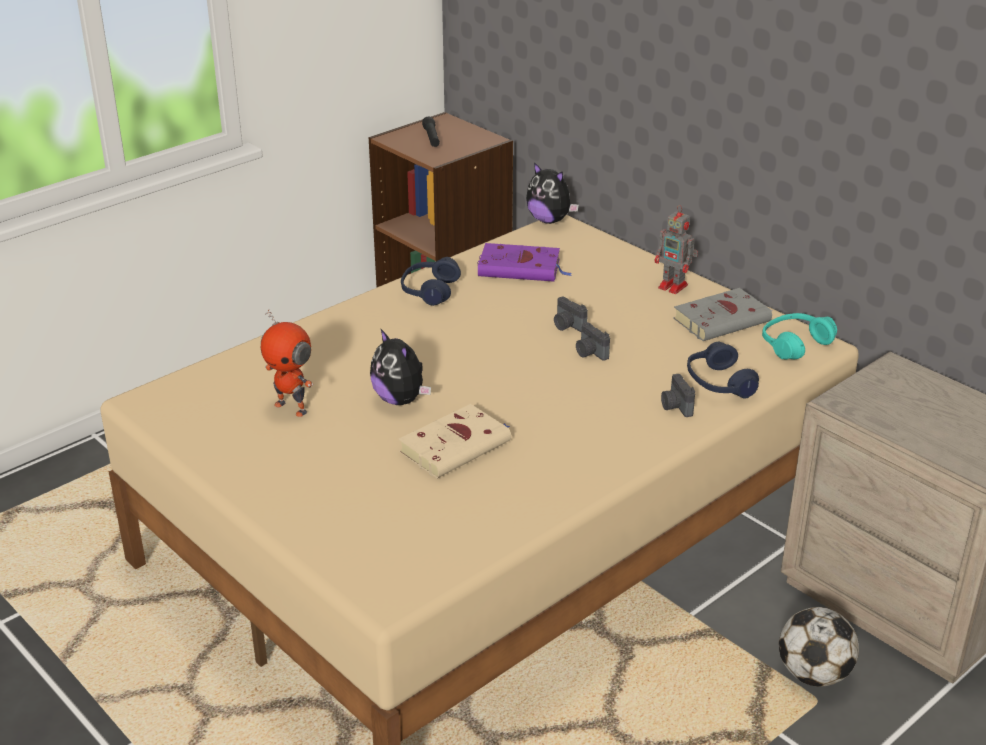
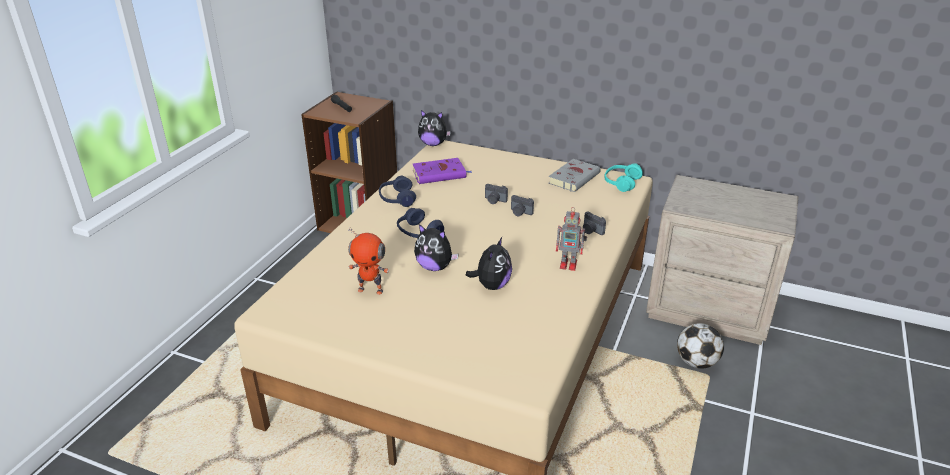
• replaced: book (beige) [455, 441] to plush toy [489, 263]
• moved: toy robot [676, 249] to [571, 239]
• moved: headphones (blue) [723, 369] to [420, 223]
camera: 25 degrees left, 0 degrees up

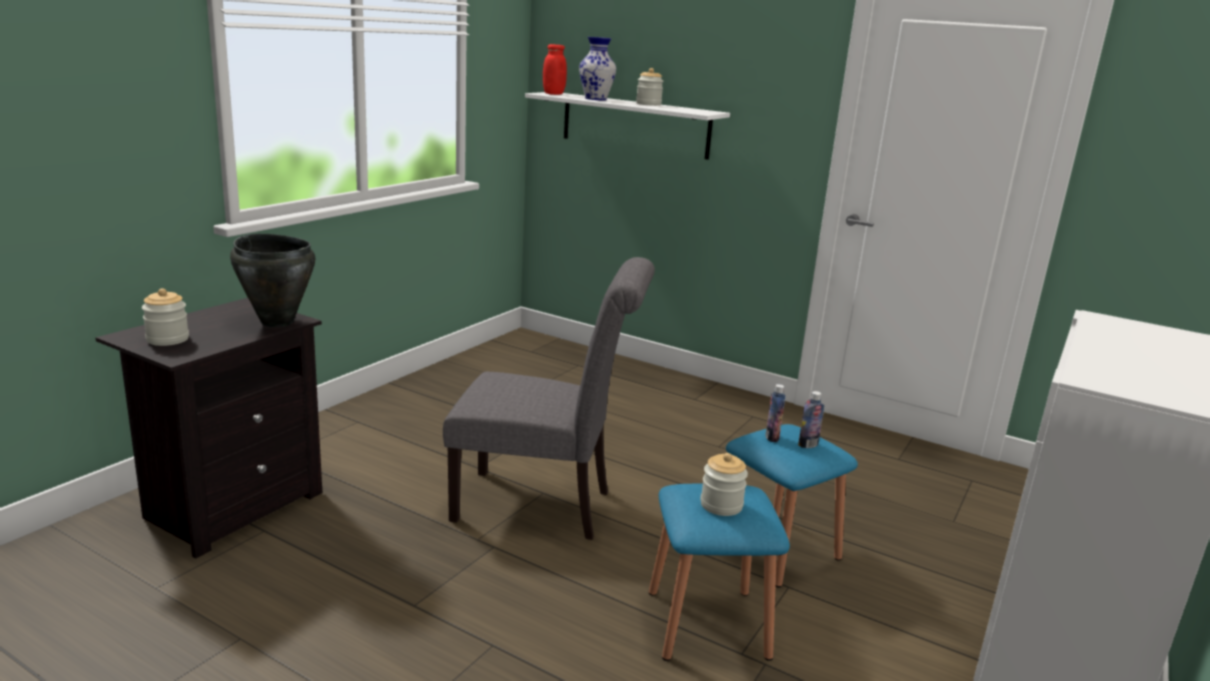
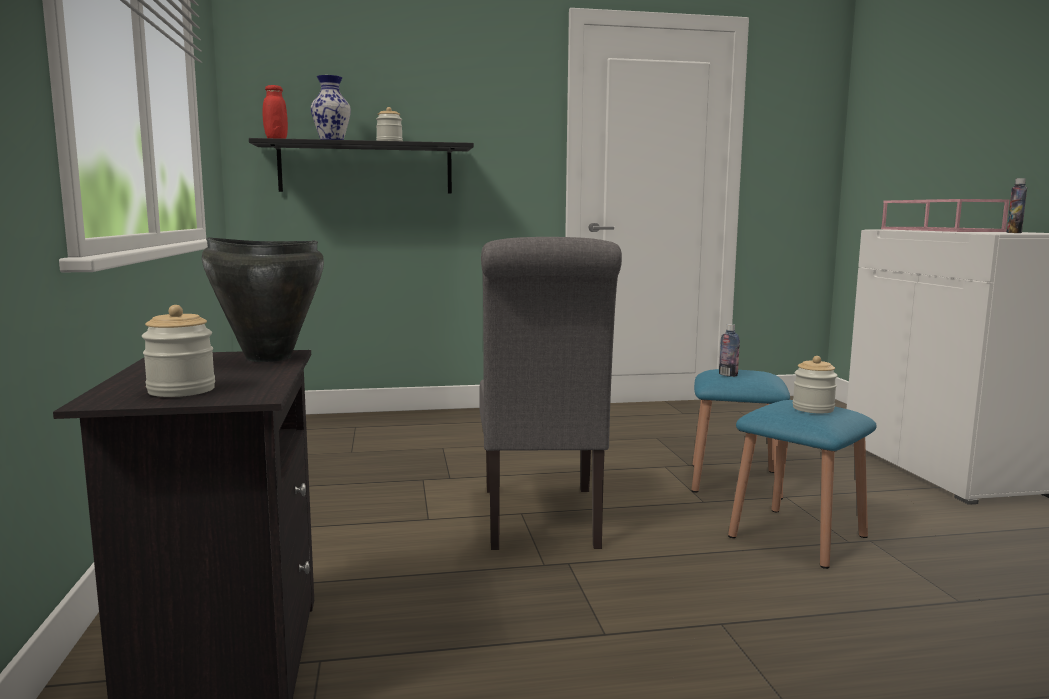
• turned: chair (grey) [549, 398] = [551, 393] 120 degrees clockwise
• recoloured: shelf (white) [627, 126] to shelf (black) [361, 166]
• moved: bottle [811, 419] to [1017, 205]
• added: tray (pink) [945, 215]
camera: 40 degrees left, 10 degrees down

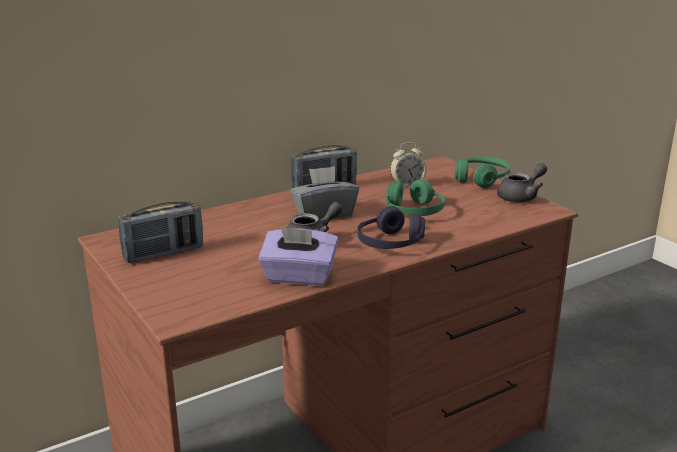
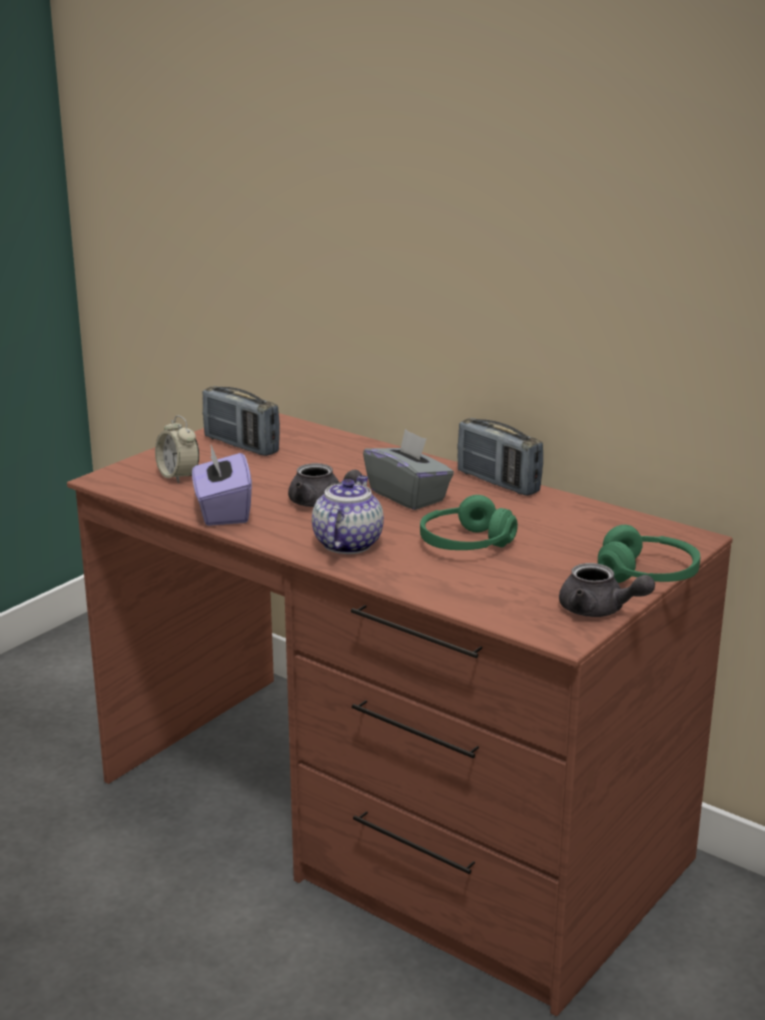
• replaced: headphones (purple) [391, 227] to teapot [348, 514]
• moved: alarm clock [408, 164] to [177, 449]
camera: 70 degrees right, 0 degrees up

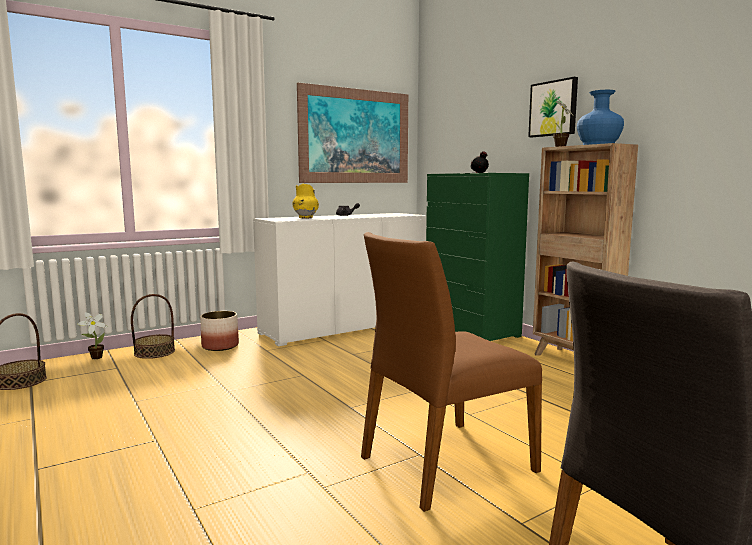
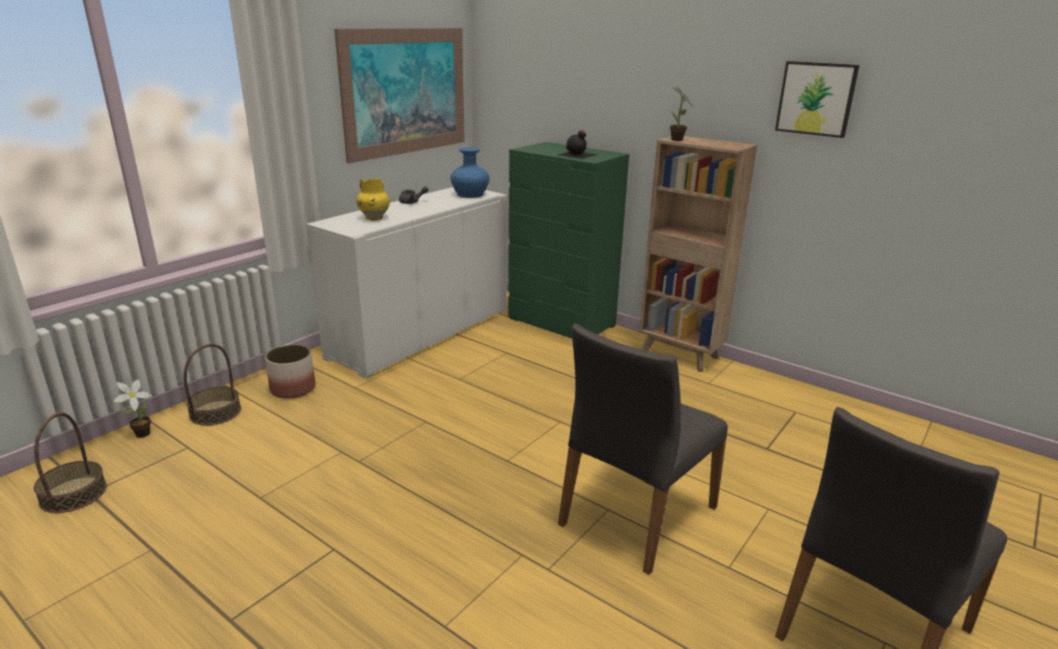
• recoloured: chair (brown) [451, 372] to chair (grey) [643, 449]
• moved: picture [553, 107] to [817, 99]
• moved: vase (blue) [600, 117] to [469, 172]
camera: 20 degrees left, 15 degrees up

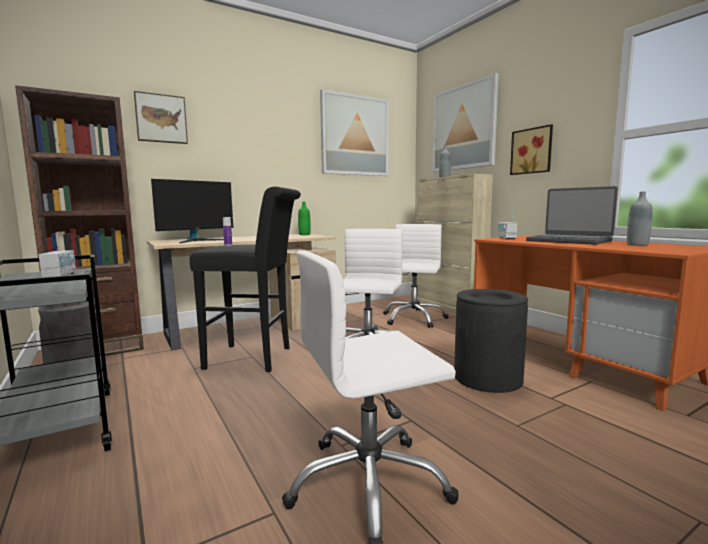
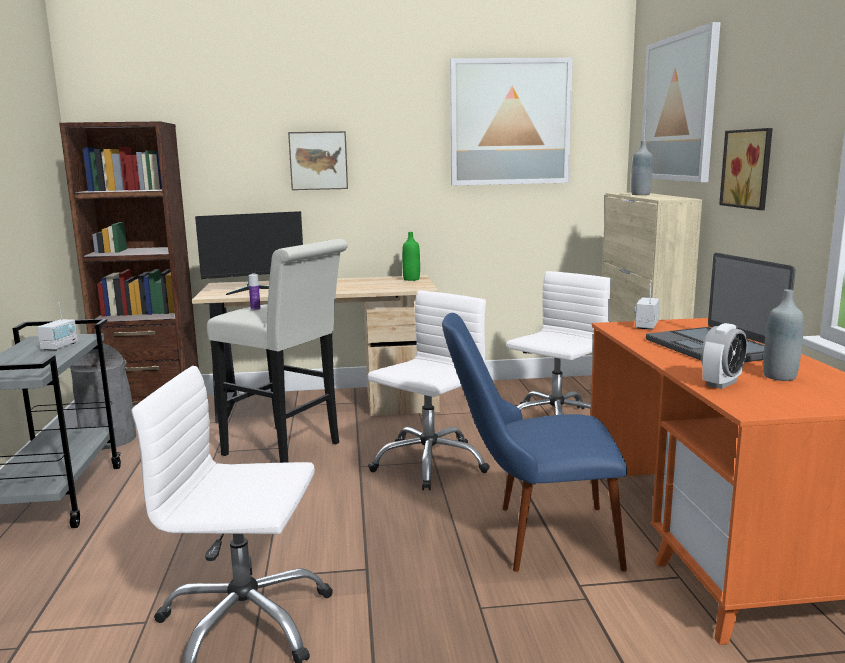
• moved: picture [161, 117] to [318, 160]
• recoloured: stool (black) [245, 279] to stool (white) [277, 351]
• replaced: trash can (black) [491, 341] to chair (blue) [534, 442]
• added: alarm clock [724, 356]
camera: 25 degrees right, 5 degrees up

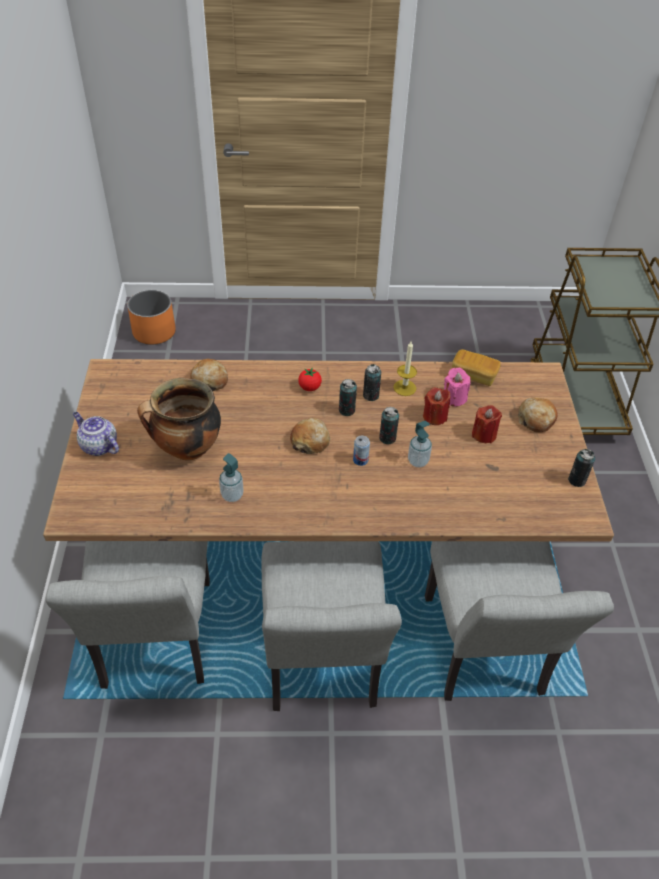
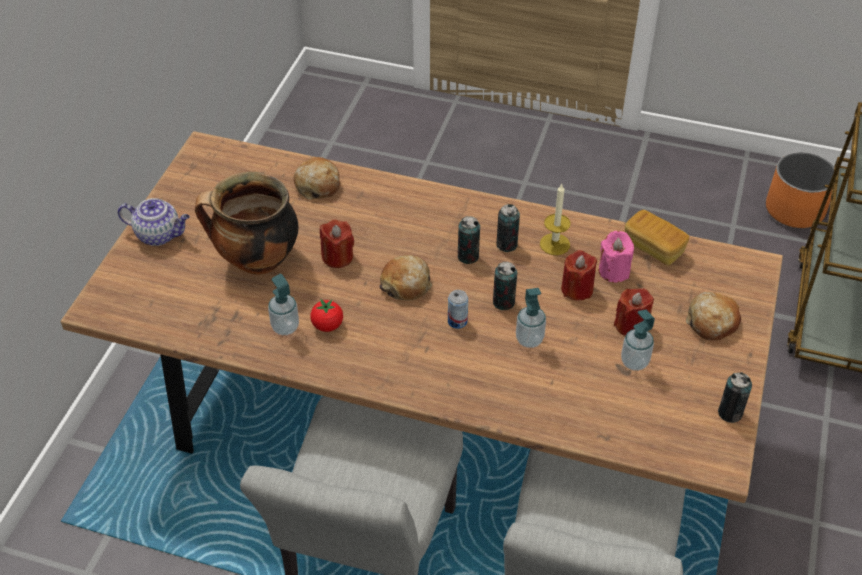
• removed: chair (grey) [128, 615]
• turned: teapot [96, 434] = [154, 222] 135 degrees clockwise
• moved: planter (orange) [151, 317] to [800, 190]
• moved: tomato [310, 379] to [327, 315]
• added: candle (red) [337, 243]
• added: soap dispenser [638, 340]
camera: 20 degrees right, 0 degrees up

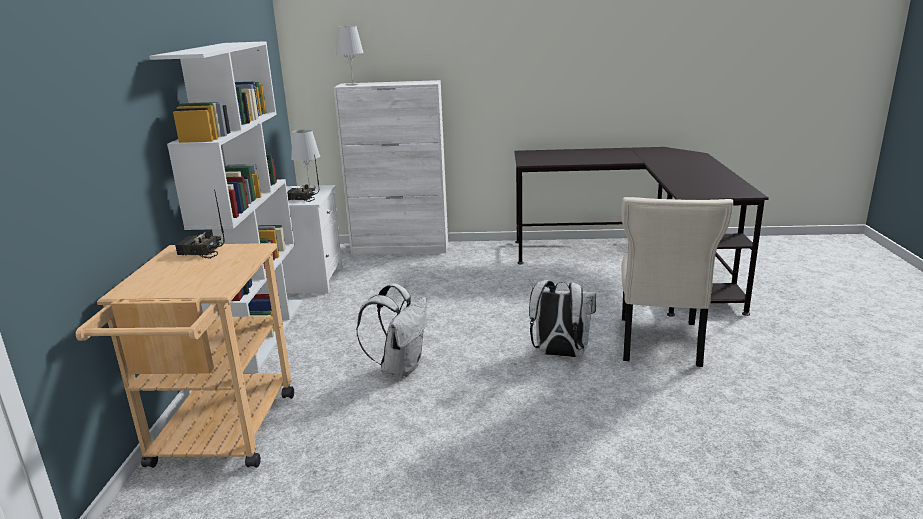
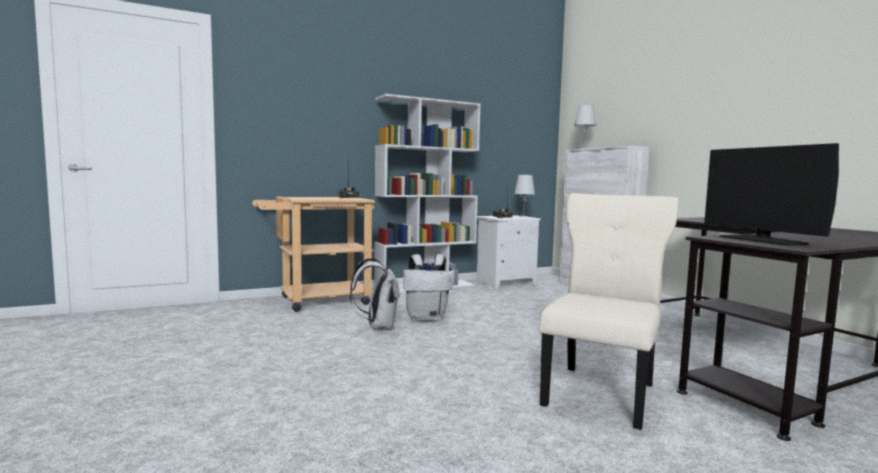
• moved: backpack (white) [562, 318] to [375, 294]
• turned: chair (beige) [677, 282] = [608, 311] 135 degrees clockwise
• added: monitor [771, 194]
camera: 60 degrees right, 15 degrees down

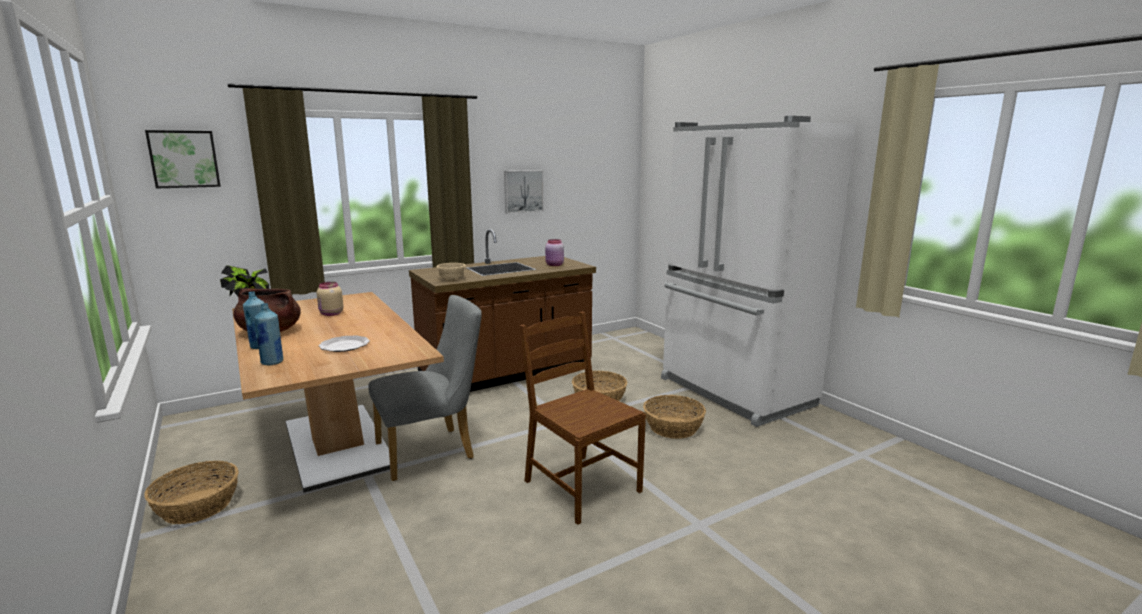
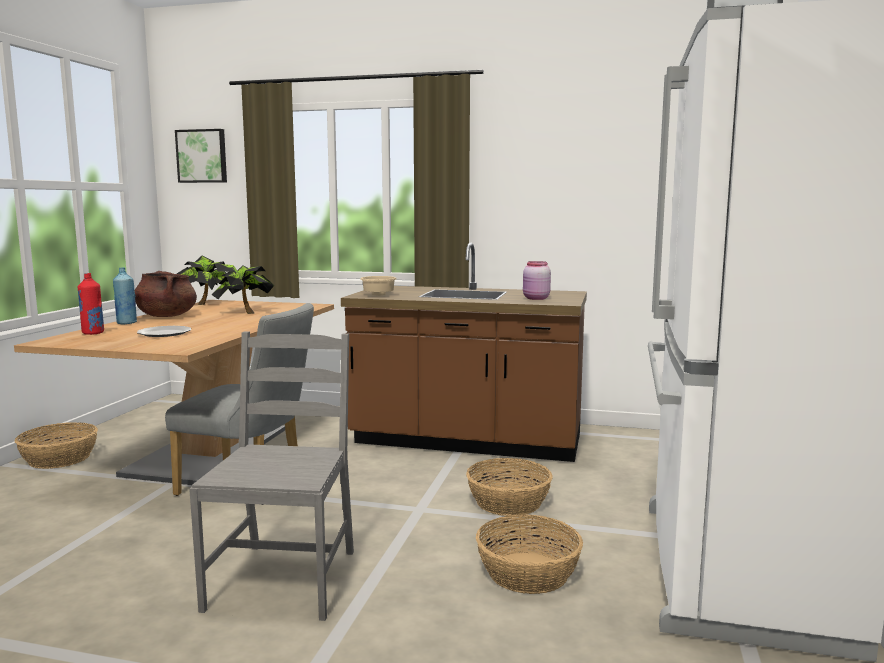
• recoloured: bottle (blue) [268, 334] to bottle (red) [90, 304]
• replaced: jar (beige) [330, 299] to potted plant [242, 288]
• removed: picture [524, 192]
• recoloured: chair (brown) [583, 418] to chair (grey) [271, 476]
camera: 45 degrees right, 5 degrees down

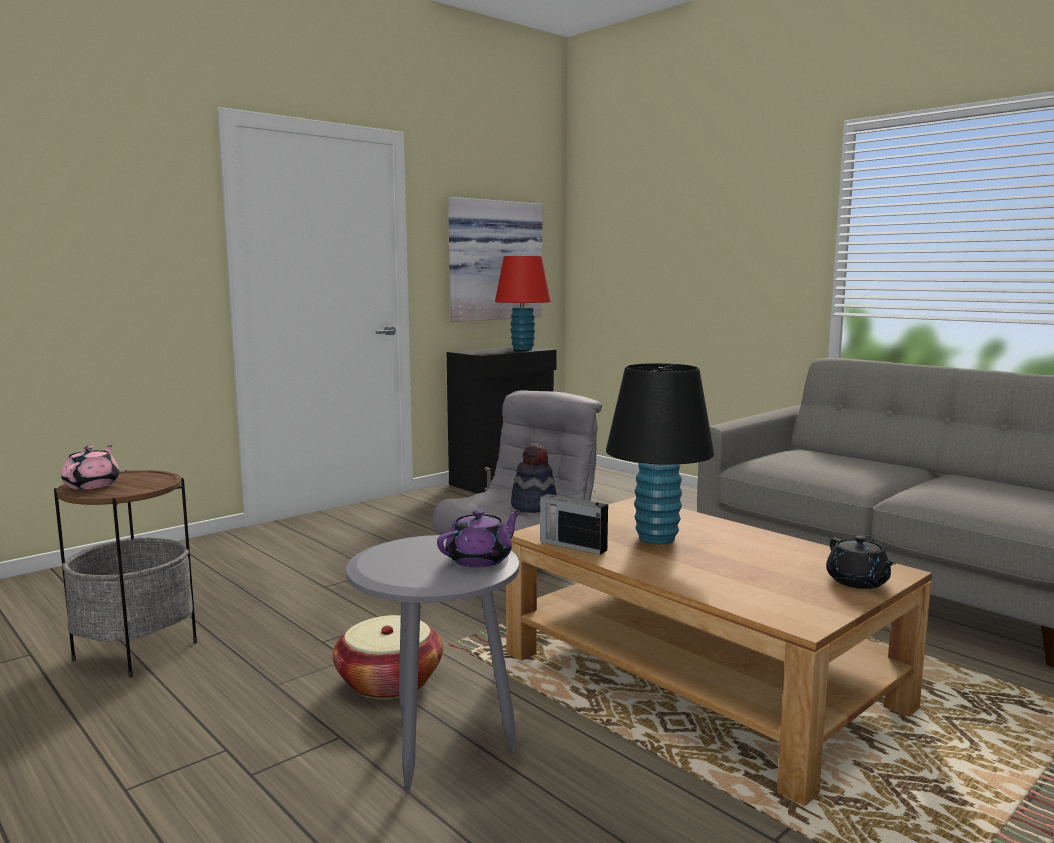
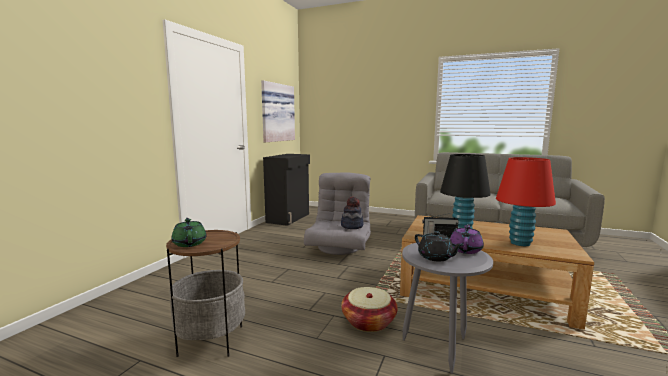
• recoloured: teapot (pink) [90, 467] to teapot (green) [189, 232]
• moved: table lamp (red) [523, 303] to [526, 201]
• moved: teapot (black) [861, 562] to [439, 246]
camera: 25 degrees left, 0 degrees up

